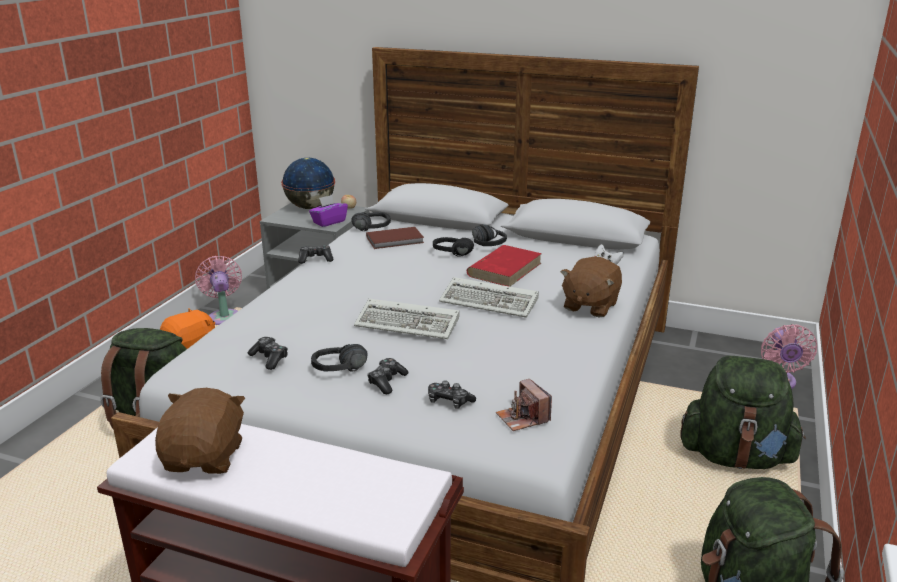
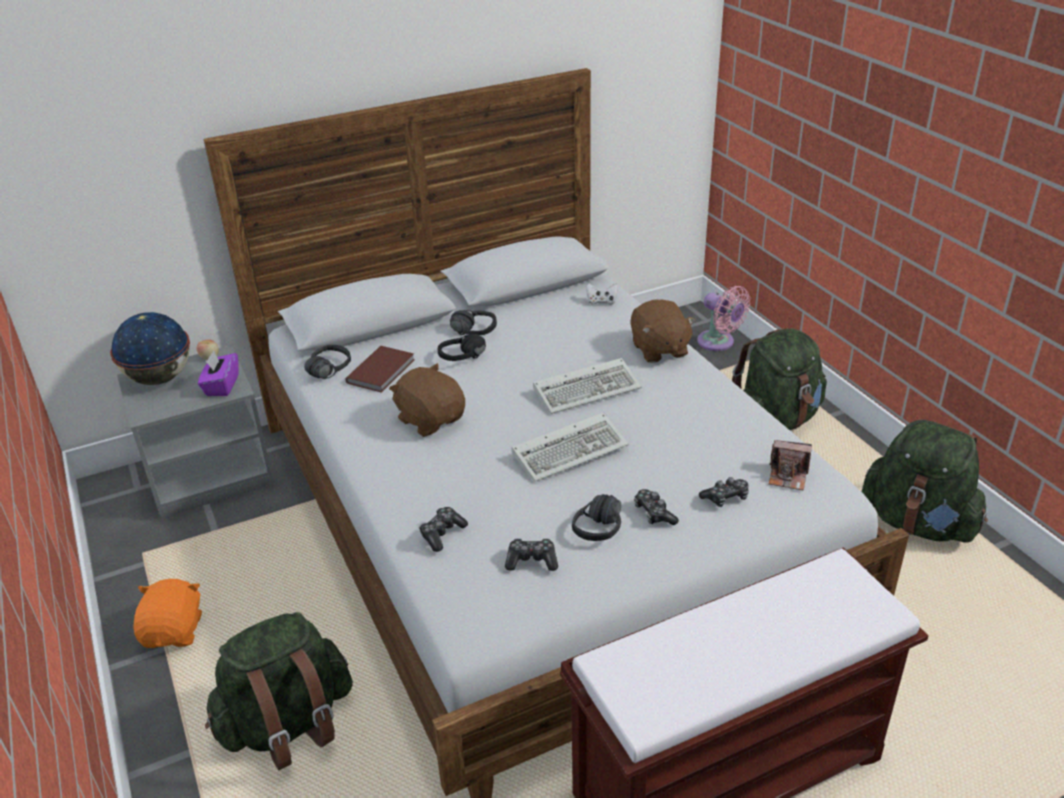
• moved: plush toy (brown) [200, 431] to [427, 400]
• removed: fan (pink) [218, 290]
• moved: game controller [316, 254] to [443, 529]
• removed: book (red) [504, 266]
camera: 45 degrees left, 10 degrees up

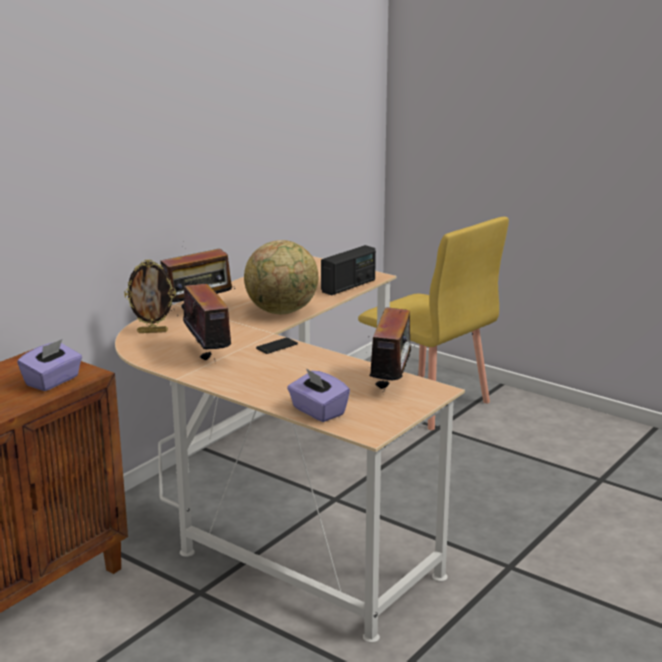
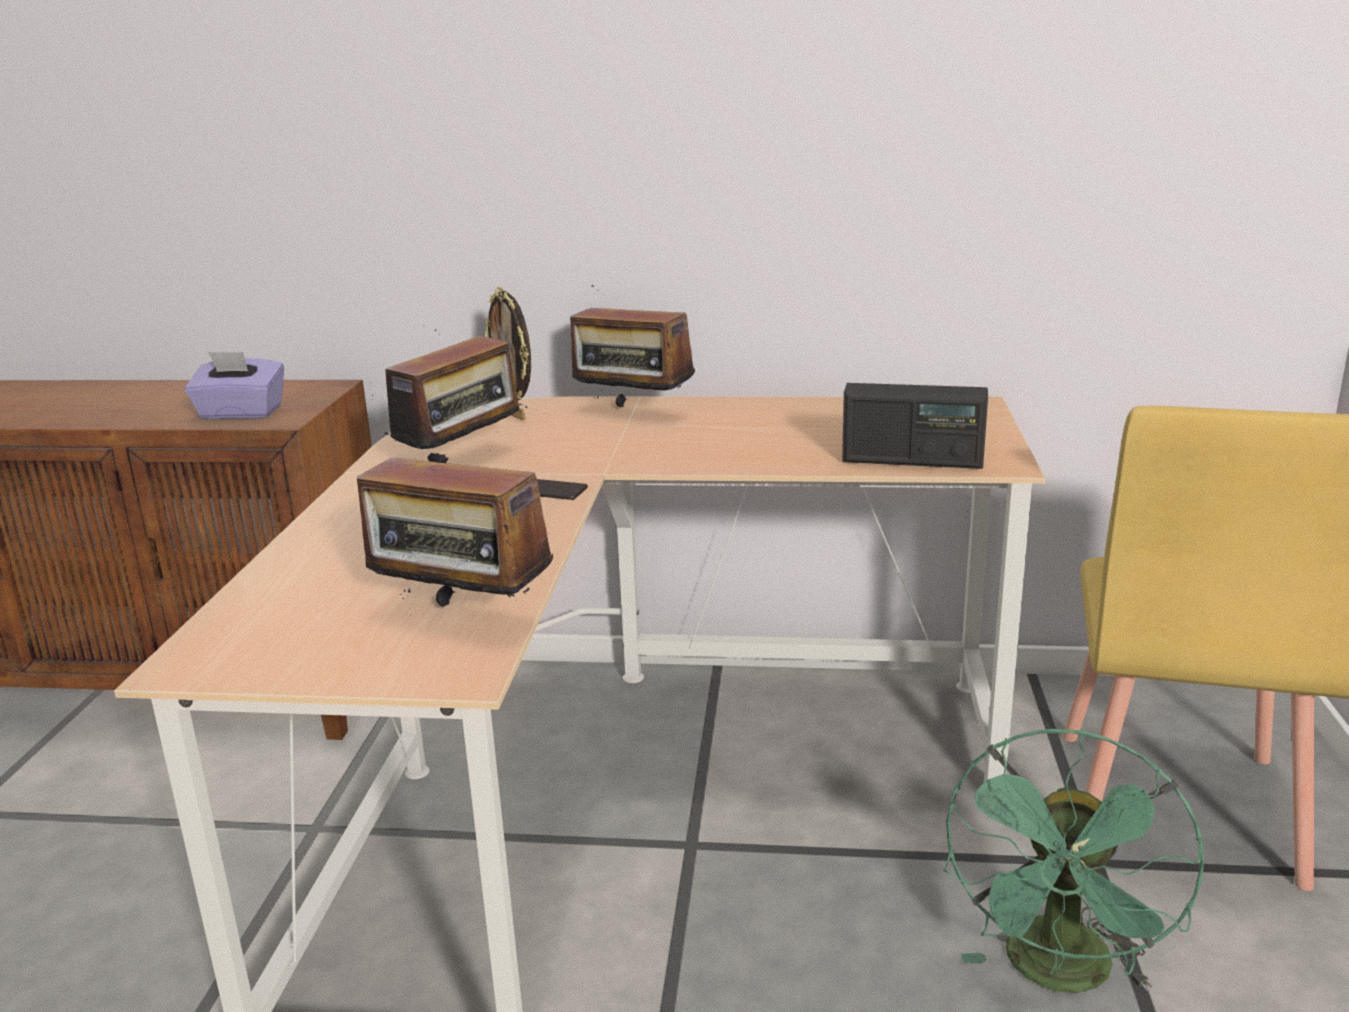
• removed: globe [281, 277]
• removed: tissue box (purple) [318, 395]
• turned: radio [392, 349] = [455, 524] 45 degrees clockwise
• added: fan (green) [1073, 861]
camera: 60 degrees right, 0 degrees up

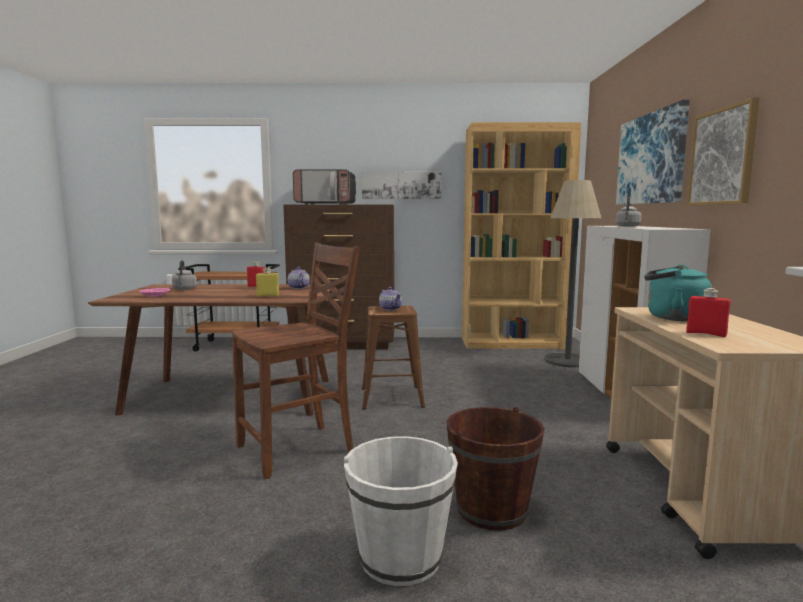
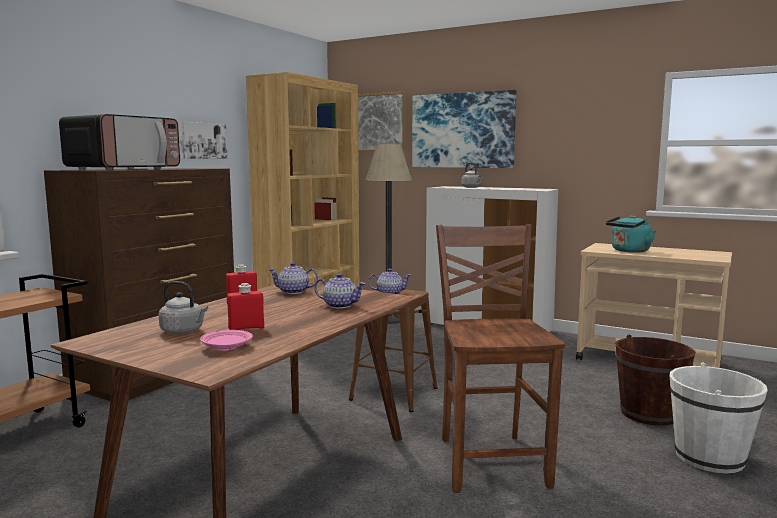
• replaced: bottle (yellow) [267, 282] to teapot [340, 291]
• moved: bottle (red) [708, 312] to [245, 306]
• moved: picture [723, 151] to [382, 121]
camera: 60 degrees left, 0 degrees up

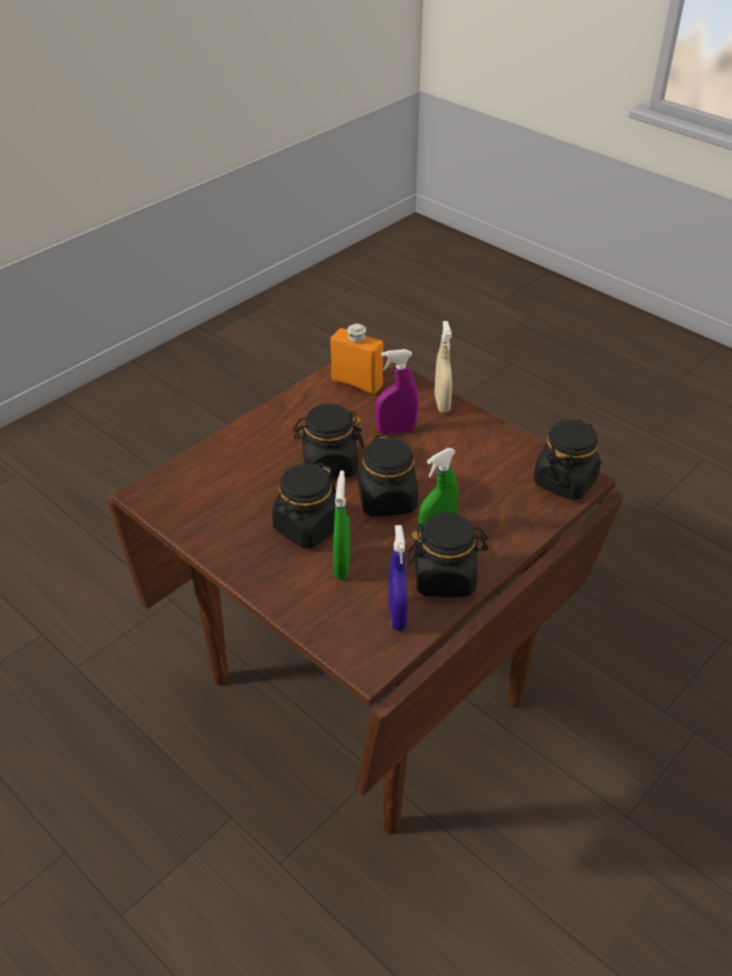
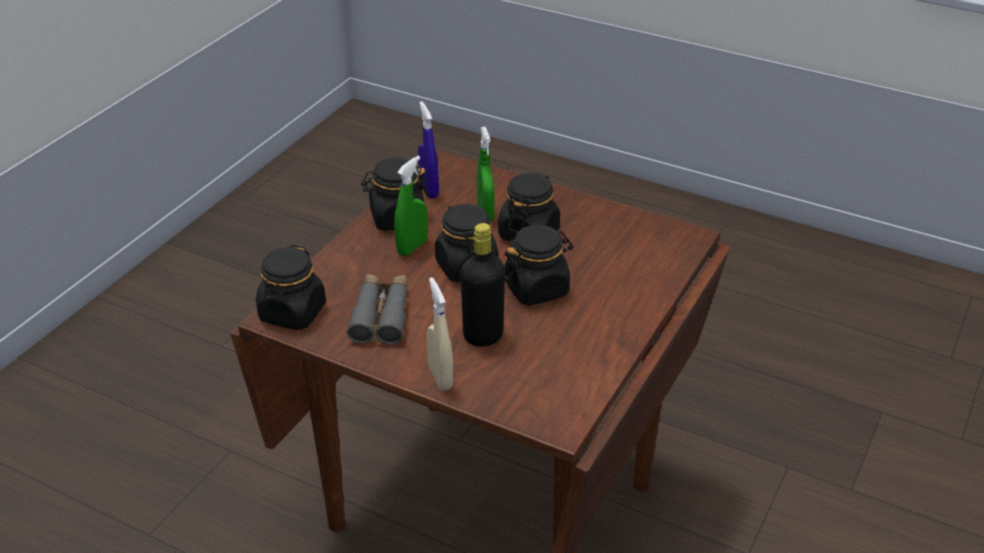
• removed: bottle (orange) [356, 359]
• replaced: spray bottle (purple) [396, 391] to bottle (black) [483, 285]
• added: binoculars (grey) [377, 309]
camera: 165 degrees right, 5 degrees down

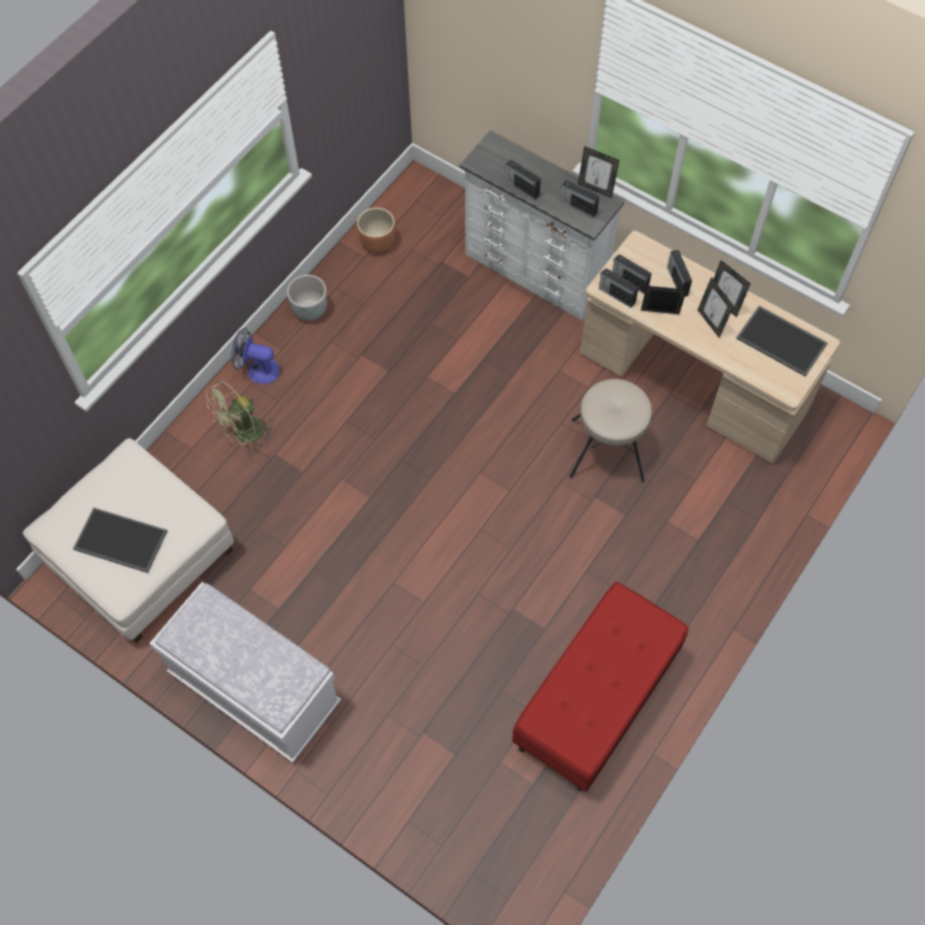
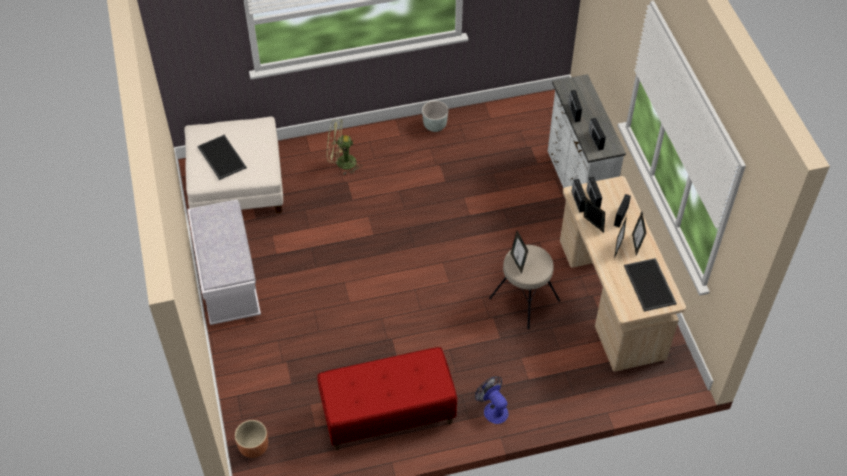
• moved: fan [255, 356] to [492, 400]
• moved: planter (brown) [376, 230] to [251, 439]
• moved: picture frame [598, 172] to [519, 252]
camera: 40 degrees right, 10 degrees down

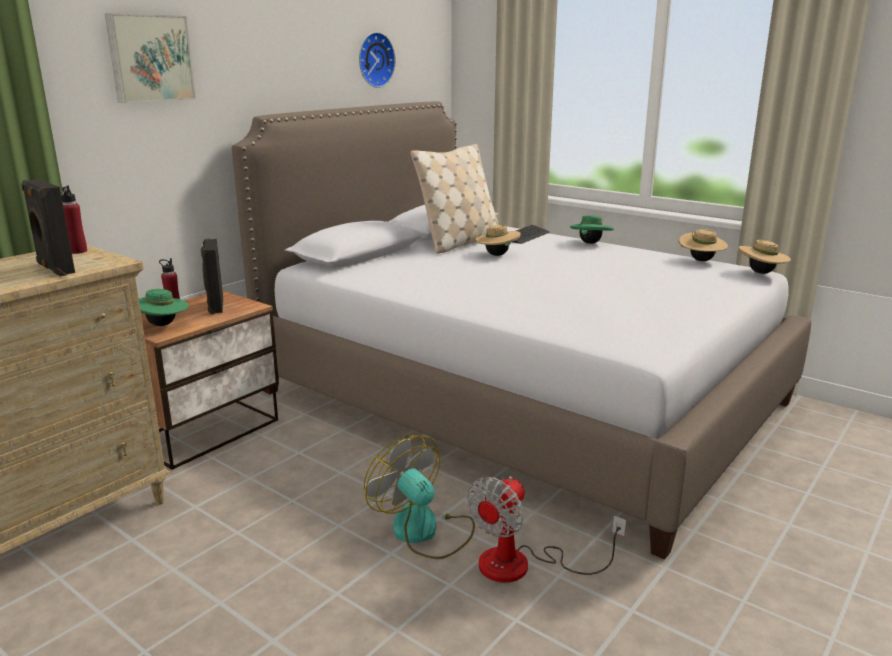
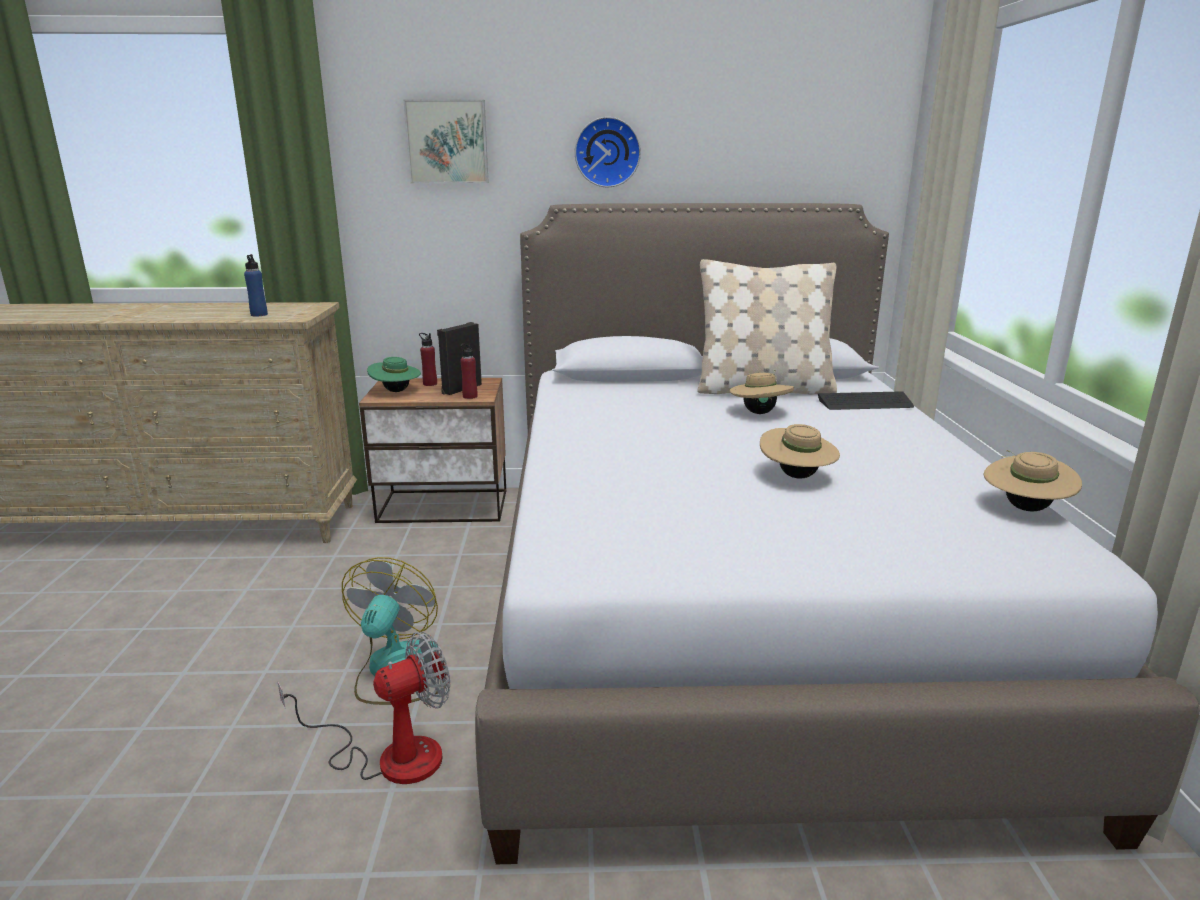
• replaced: speaker (black) [48, 228] to bottle (blue) [256, 285]
• moved: bottle (red) [74, 219] to [469, 371]
• moved: wall clock [377, 60] to [608, 152]
• turned: fan [546, 529] = [364, 708] 150 degrees clockwise
• removed: hat (green) [592, 229]
• moved: hat (beige) [764, 257] to [800, 451]
camera: 50 degrees right, 0 degrees up

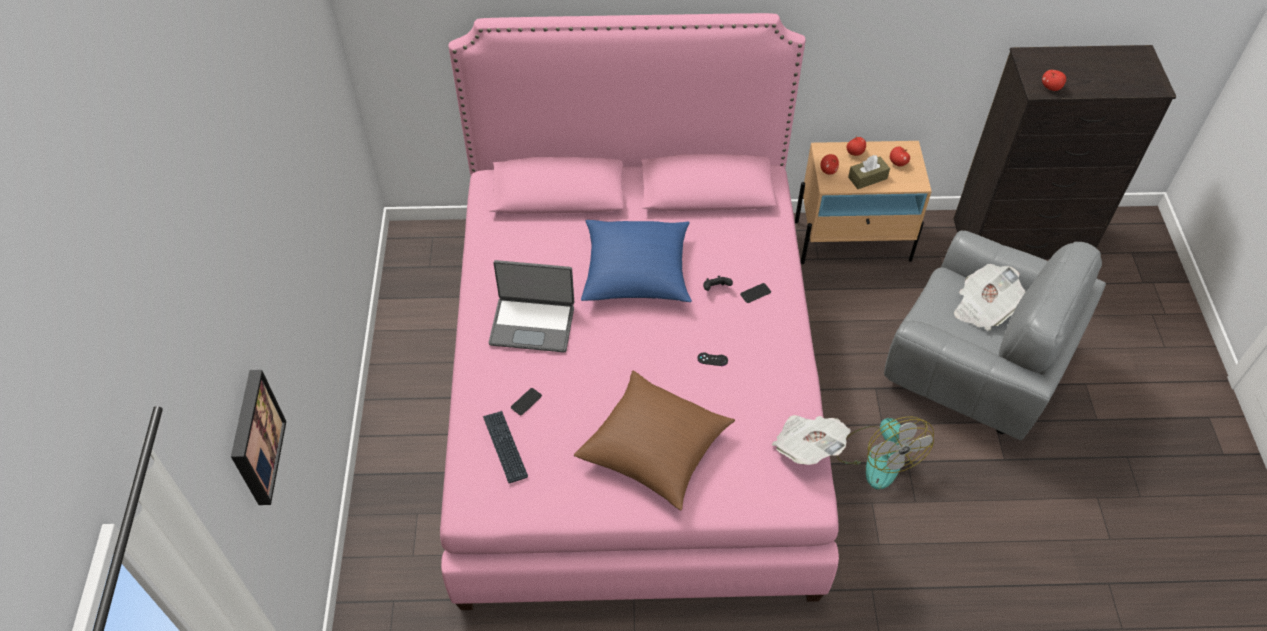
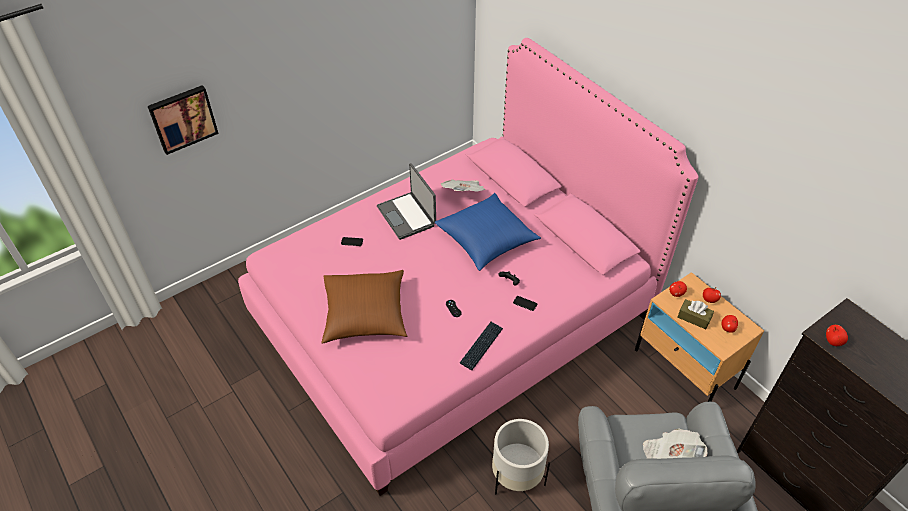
• moved: keyboard [505, 447] to [481, 346]
• moved: newspaper [811, 440] to [463, 185]
• replaced: fan [885, 453] to planter (white) [521, 456]
camera: 55 degrees right, 5 degrees down

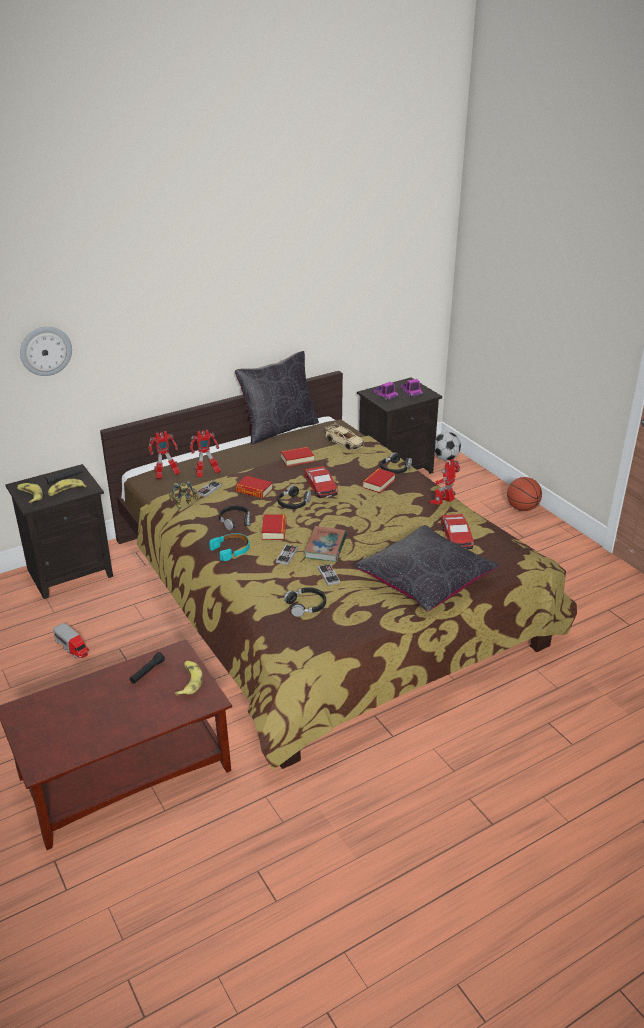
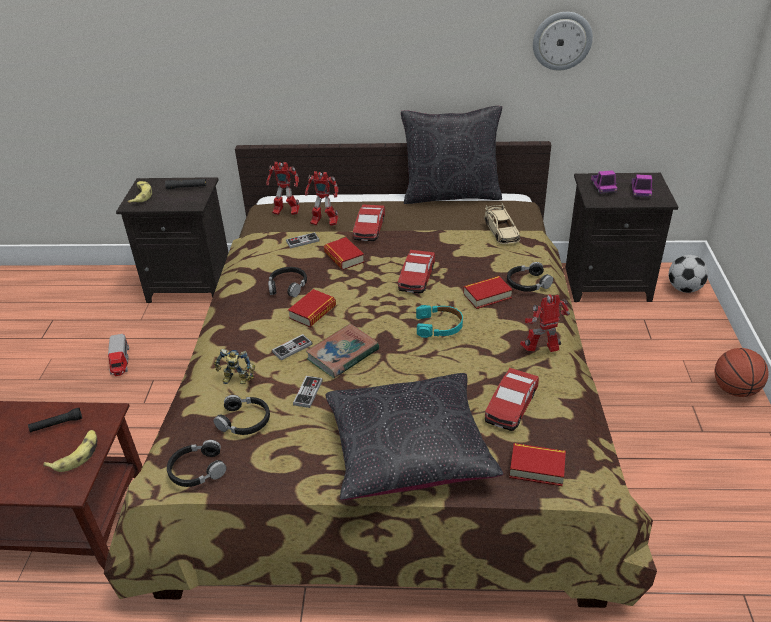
• moved: wall clock [46, 351] to [563, 41]
• removed: banana [67, 487]
• moved: toy robot [183, 494] to [234, 366]
• moved: headphones (turquoise) [229, 547] to [439, 321]
• moved: headphones (black) [294, 497] to [196, 463]
• moved: book [297, 457] to [537, 464]
• added: toy car [369, 222]
camera: 35 degrees right, 5 degrees up

